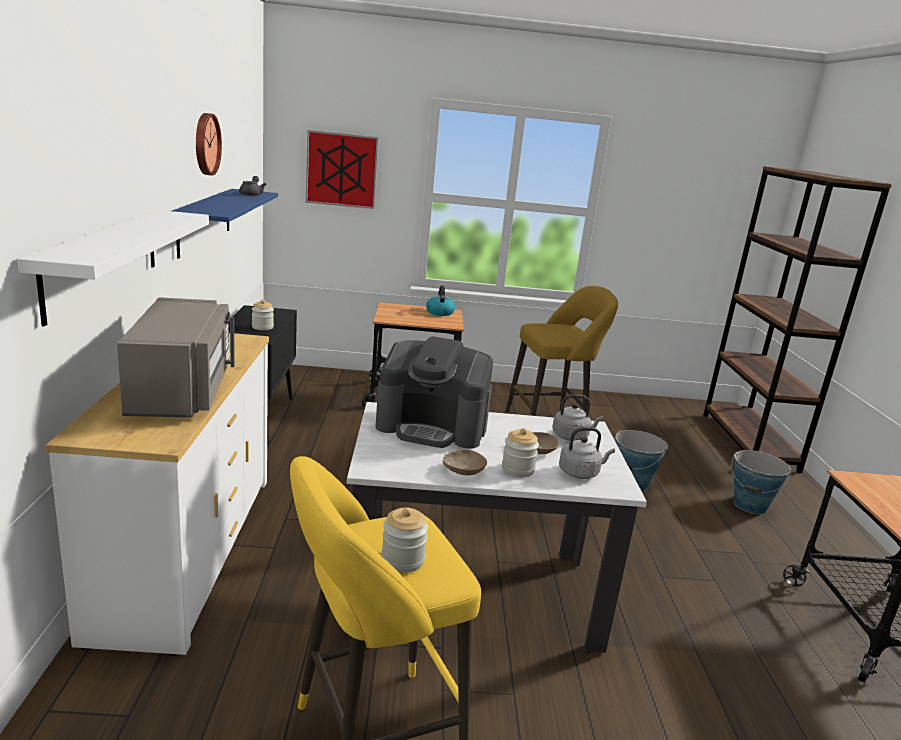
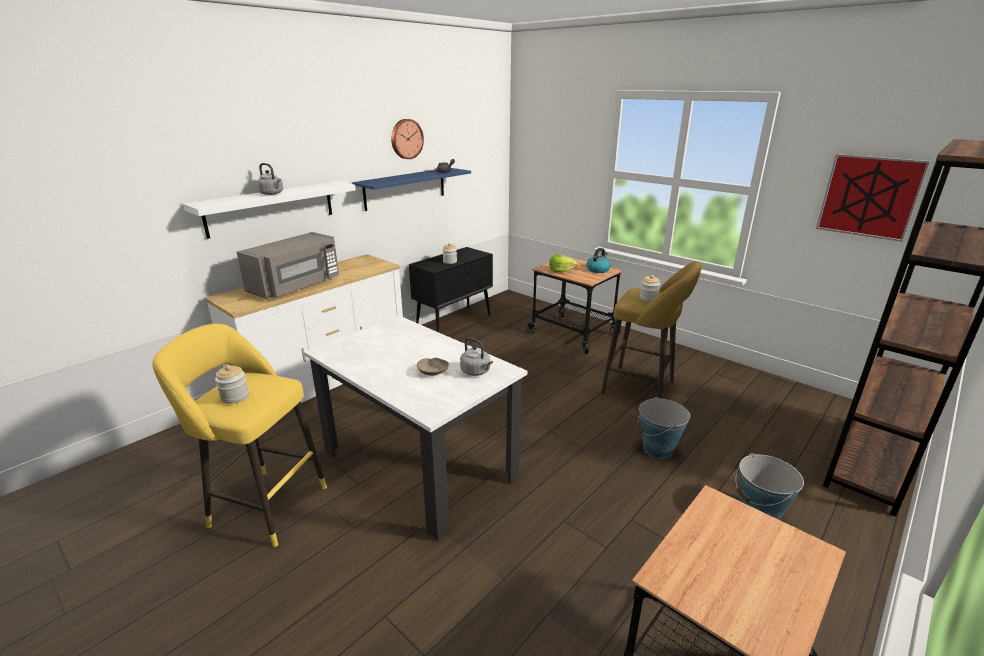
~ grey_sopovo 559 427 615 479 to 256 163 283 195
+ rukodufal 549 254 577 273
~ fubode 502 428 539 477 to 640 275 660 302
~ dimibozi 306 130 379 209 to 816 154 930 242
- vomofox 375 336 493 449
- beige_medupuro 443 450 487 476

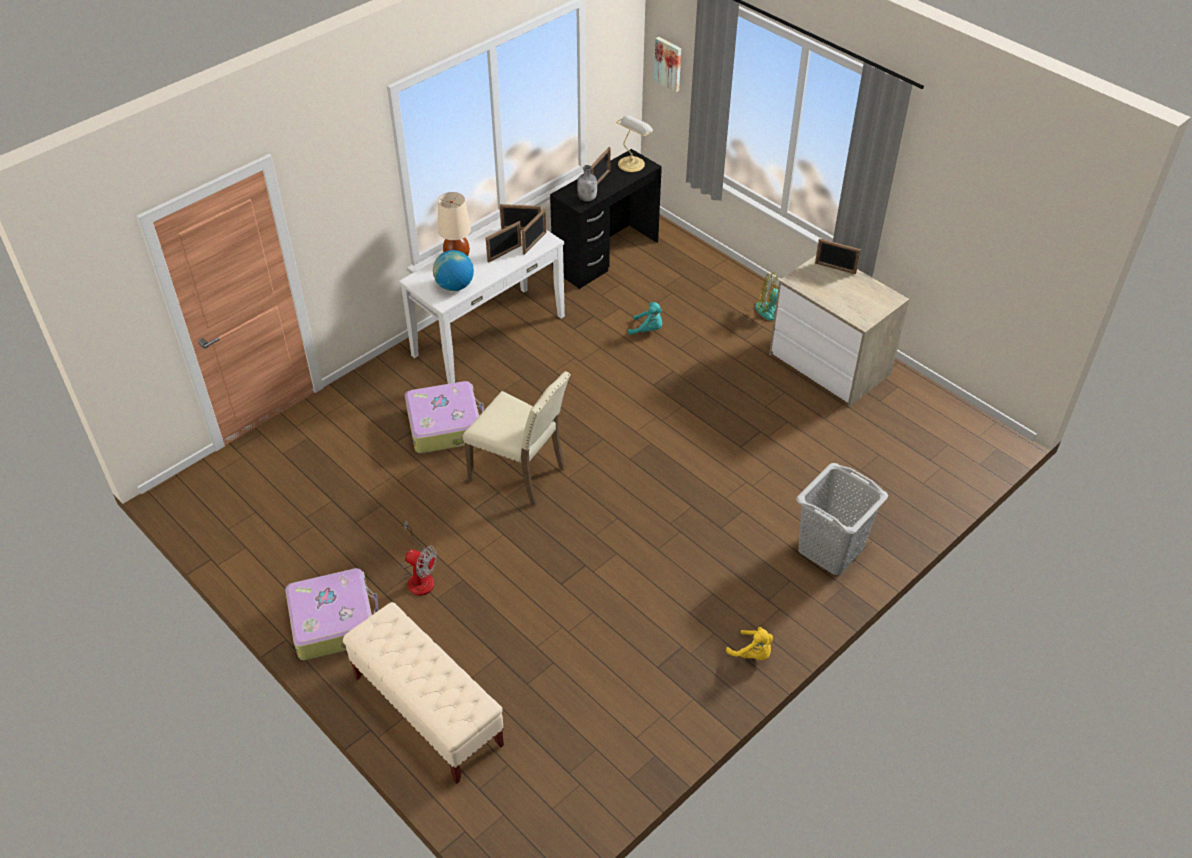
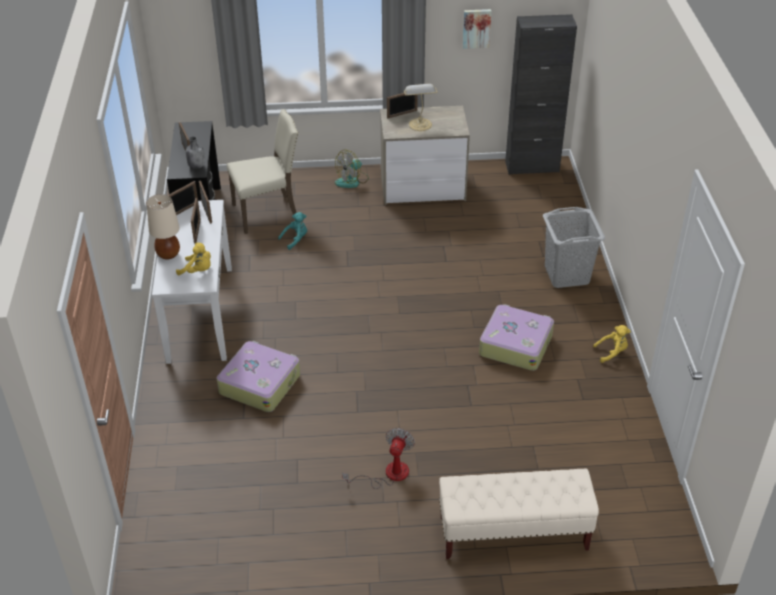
~ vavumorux 433 250 474 291 to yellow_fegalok 176 243 211 276
~ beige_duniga 463 371 571 506 to 227 109 299 234
~ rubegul 402 520 437 596 = 342 428 415 489 45 degrees counterclockwise
~ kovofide 616 115 653 172 to 404 84 437 131
~ dimibozi 654 37 681 92 to 463 9 492 49
~ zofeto 285 568 379 660 to 479 304 554 371
+ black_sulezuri 505 14 577 175

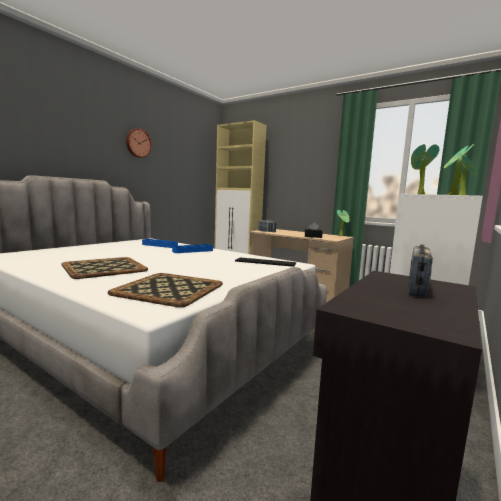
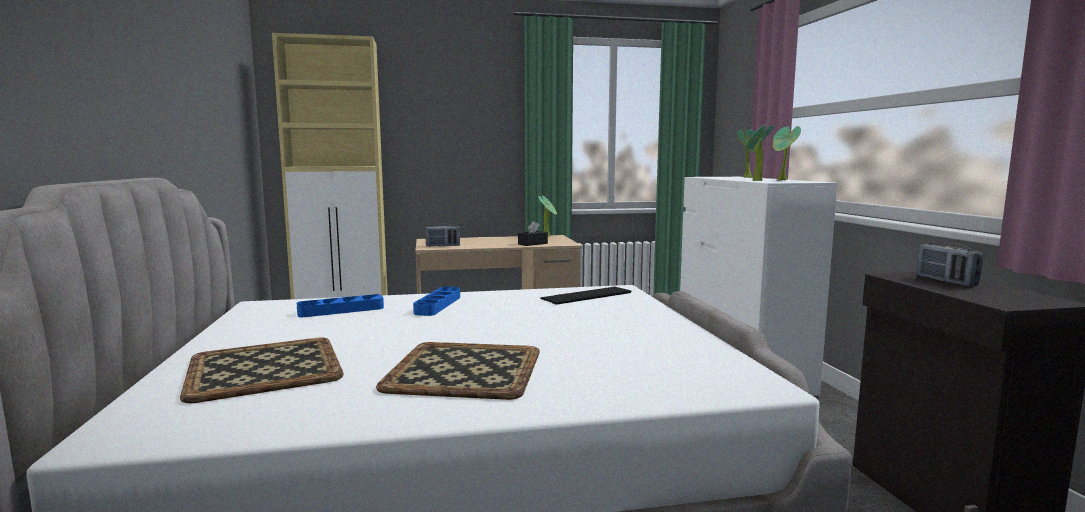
~ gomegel 108 273 223 307 to 180 337 343 403
- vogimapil 126 128 152 158

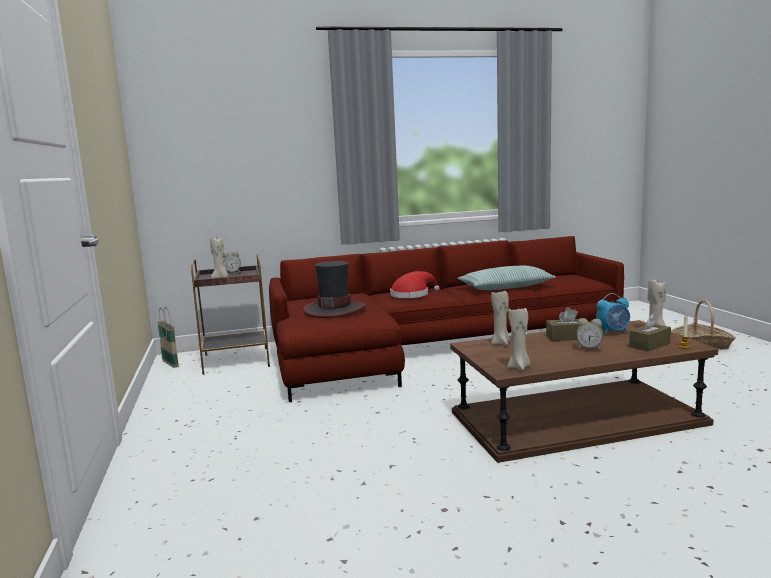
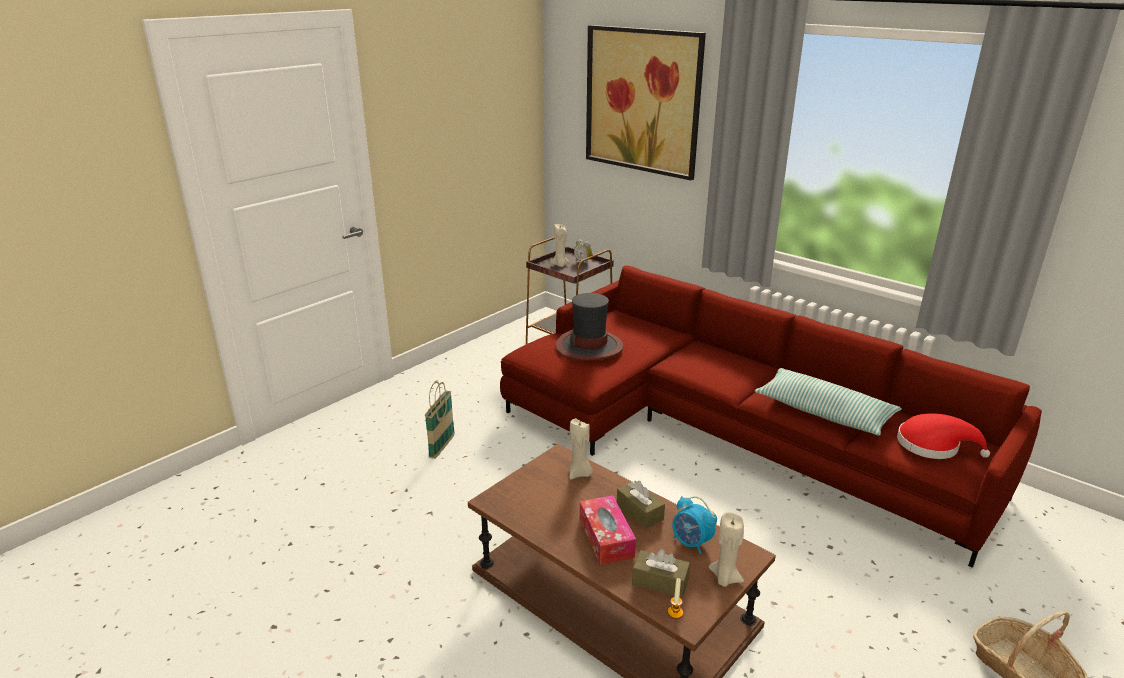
~ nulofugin 157 307 179 368 to 425 381 455 459
~ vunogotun 576 318 603 351 to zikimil 580 495 636 565
+ dimibozi 586 25 706 180
~ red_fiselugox 390 271 439 298 to 897 413 990 459
- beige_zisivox 507 307 530 370

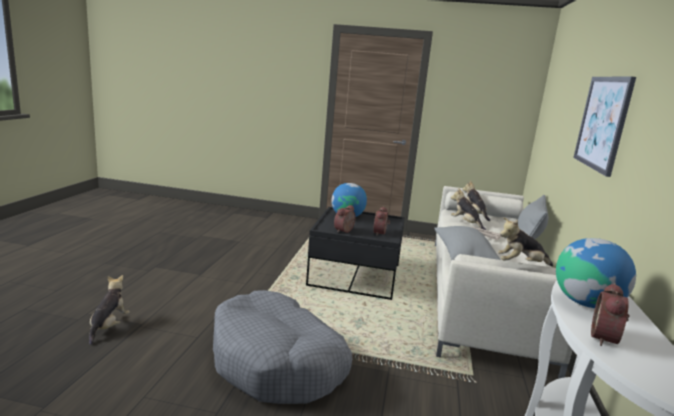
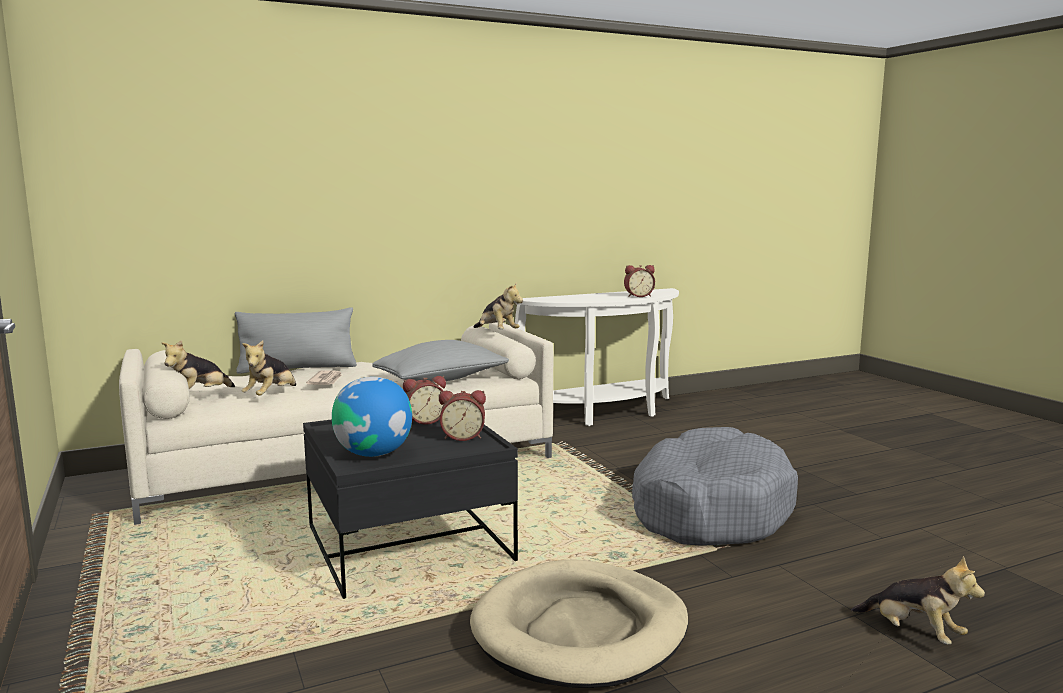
+ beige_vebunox 470 559 688 688
~ fegalok 89 275 130 345 = 851 556 985 644 105 degrees counterclockwise
- vavumorux 556 238 636 308
- dimibozi 573 77 636 177

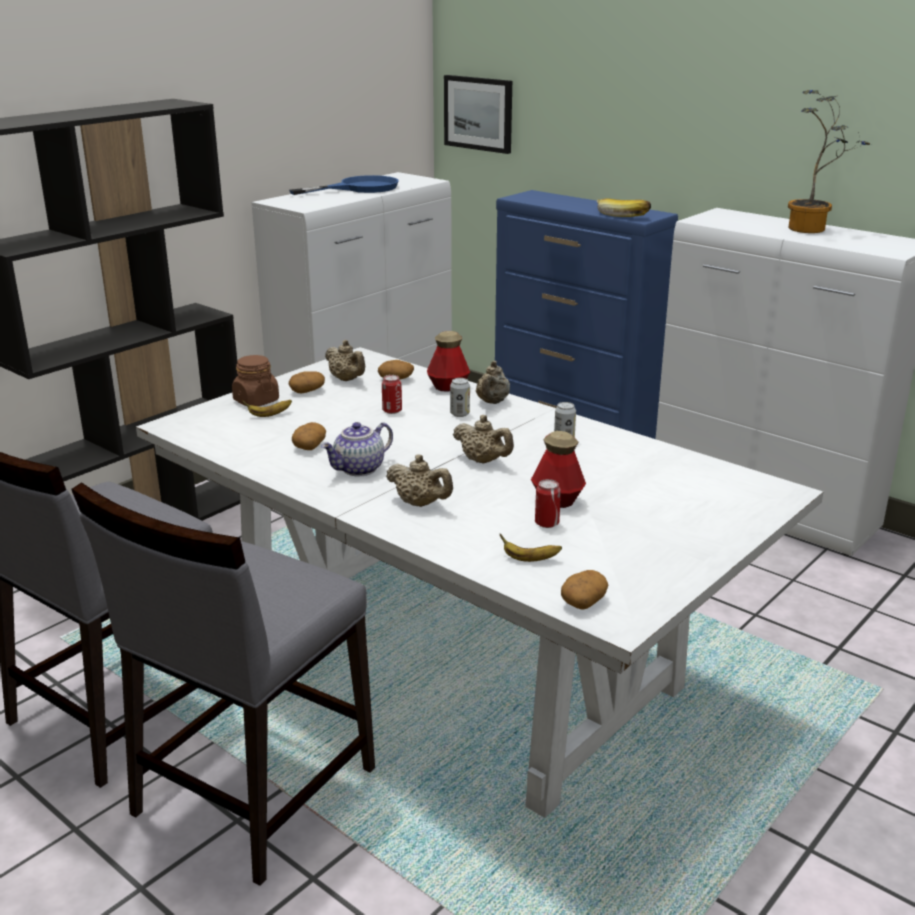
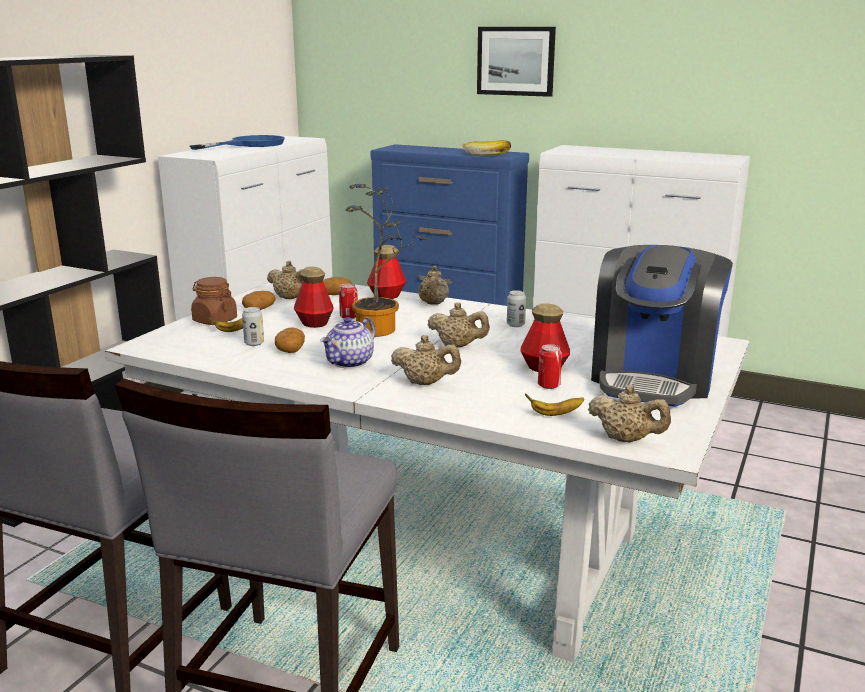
~ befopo 450 378 470 417 to 242 307 264 346
+ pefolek 294 267 333 328
~ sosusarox 788 90 871 233 to 346 184 429 337
~ dimibozi 444 75 512 154 to 477 27 556 97
~ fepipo 561 570 609 610 to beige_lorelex 588 385 671 443
+ vomofox 591 245 733 407

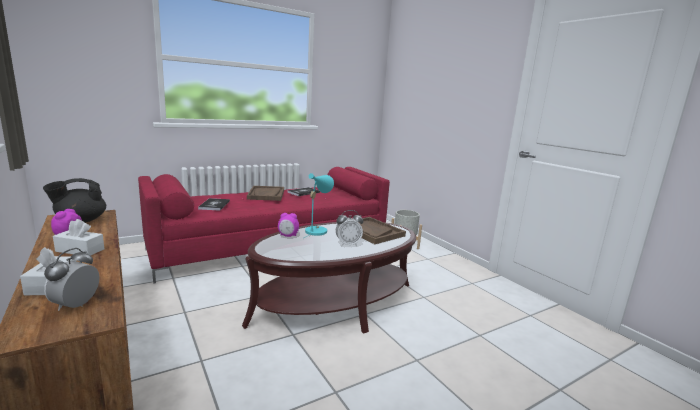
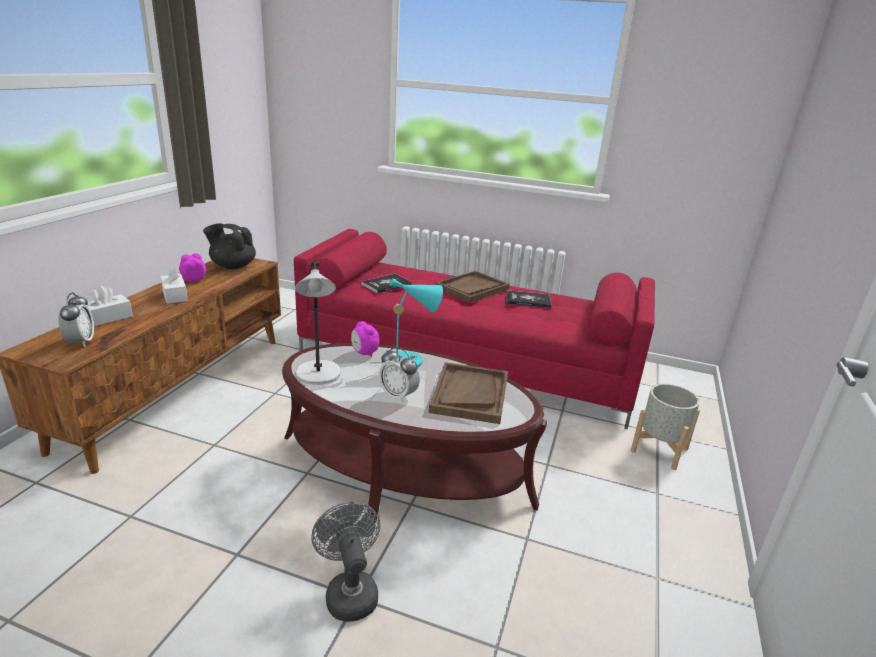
~ vunogotun 44 248 100 311 = 58 293 94 347 105 degrees clockwise
+ grey_kovofide 295 262 341 385
+ grey_rubegul 311 502 380 622

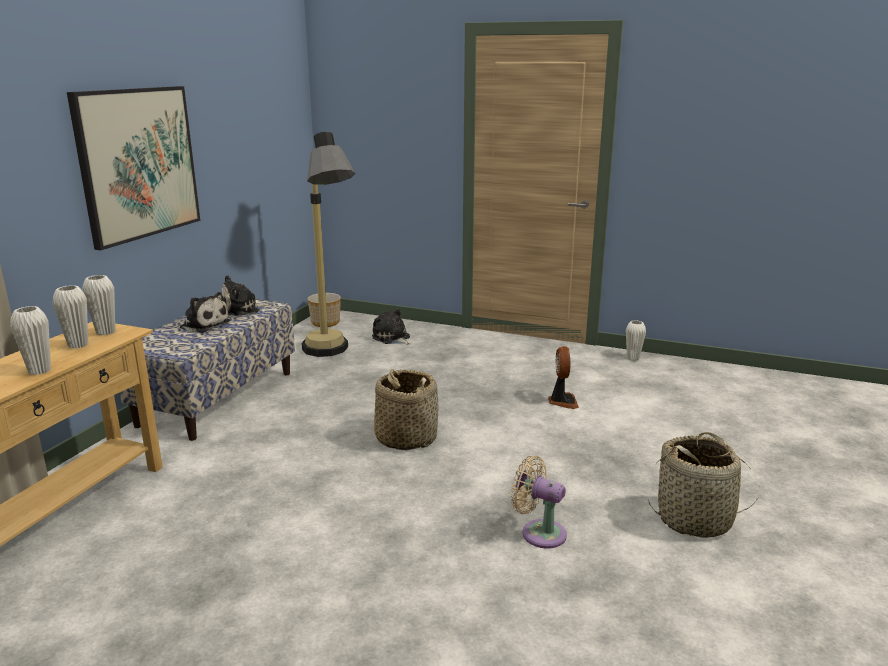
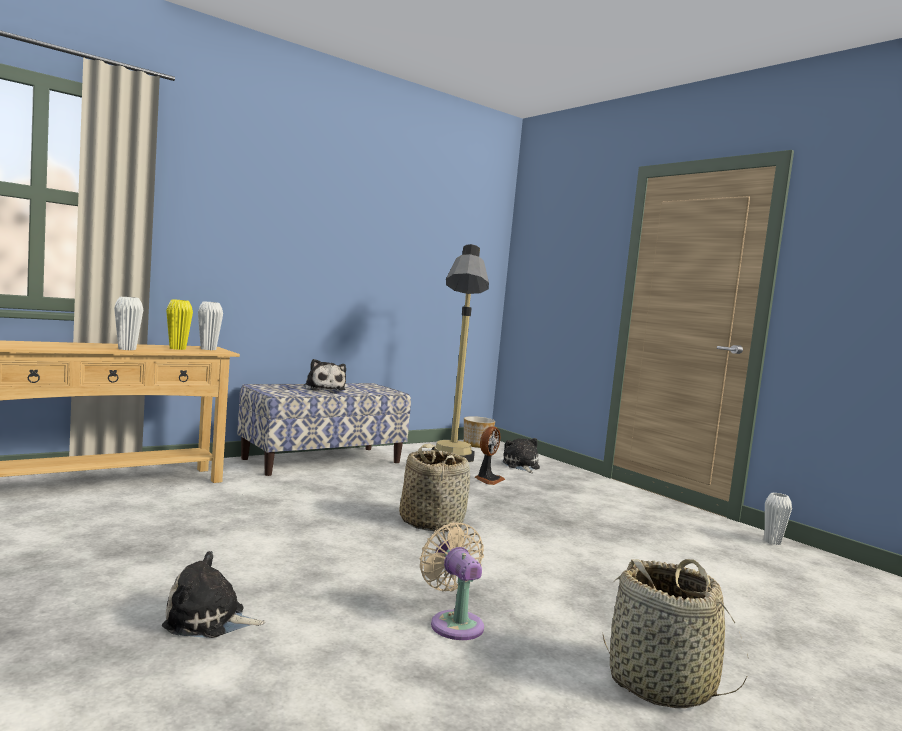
~ fegalok 221 275 271 316 to 162 551 265 638
~ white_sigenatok 53 285 88 348 to yellow_sigenatok 166 299 193 350
~ rubegul 548 346 579 409 to 474 426 505 485
- dimibozi 67 86 200 250

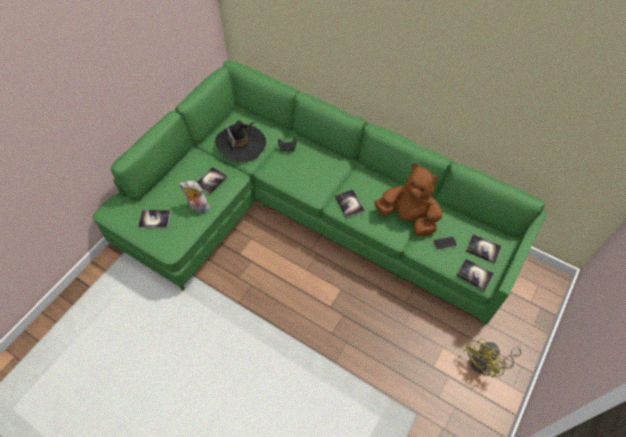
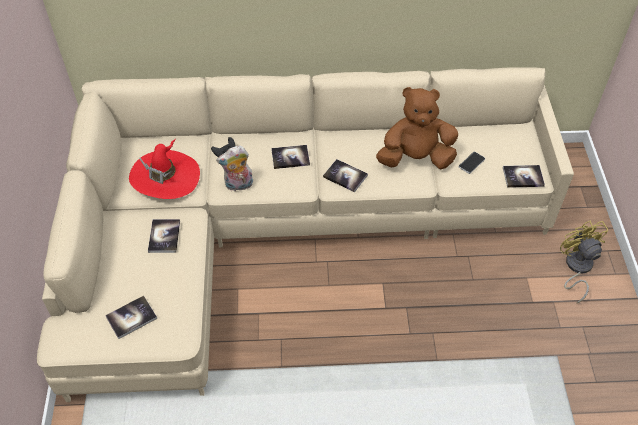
~ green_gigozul 93 60 547 326 to beige_gigozul 37 67 574 402
~ black_fiselugox 215 120 266 162 to red_fiselugox 129 139 200 199
~ fegalok 179 181 210 213 to 216 146 253 192
~ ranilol 466 234 502 263 to 271 145 310 169
~ yellow_rubegul 463 338 521 377 = 560 221 608 304 150 degrees clockwise

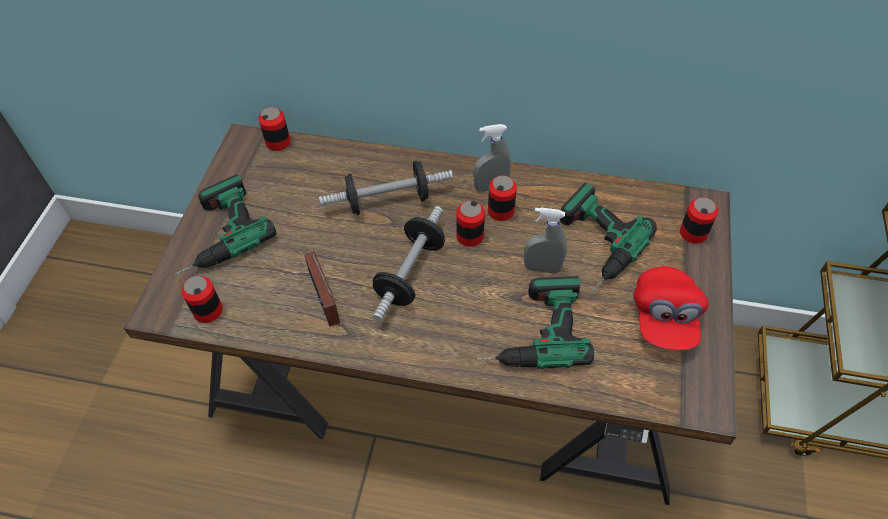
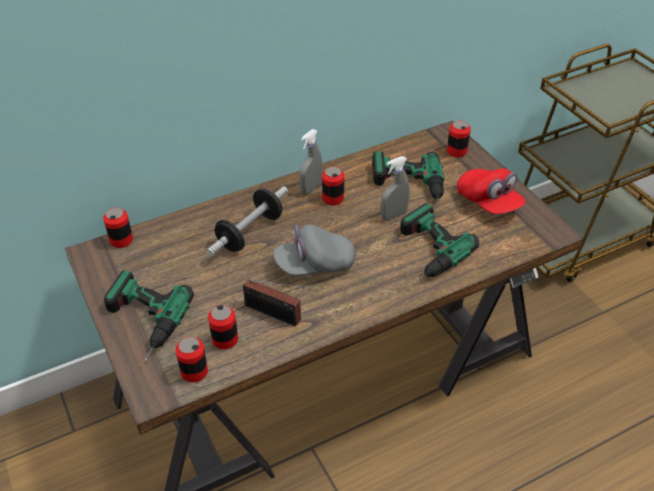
~ befopo 456 201 485 247 to 208 305 238 349
~ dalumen 373 206 445 321 to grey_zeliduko 273 224 355 276

